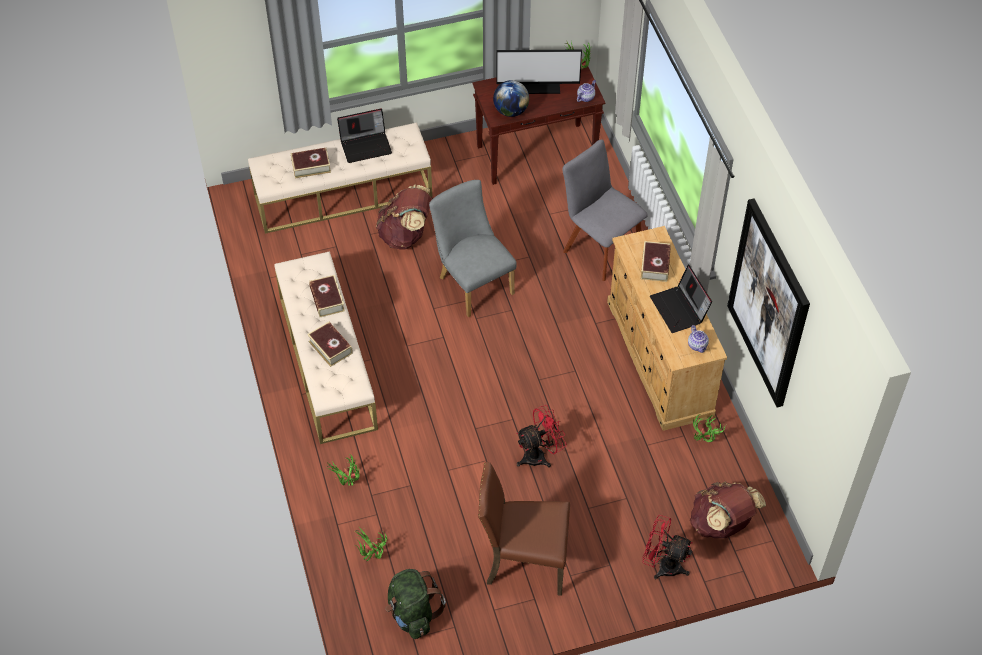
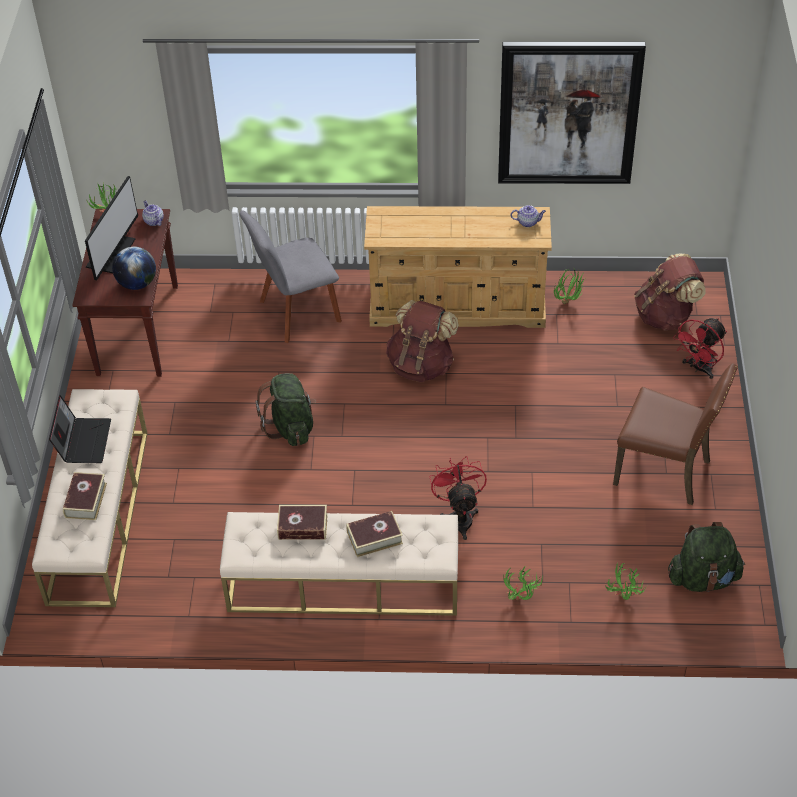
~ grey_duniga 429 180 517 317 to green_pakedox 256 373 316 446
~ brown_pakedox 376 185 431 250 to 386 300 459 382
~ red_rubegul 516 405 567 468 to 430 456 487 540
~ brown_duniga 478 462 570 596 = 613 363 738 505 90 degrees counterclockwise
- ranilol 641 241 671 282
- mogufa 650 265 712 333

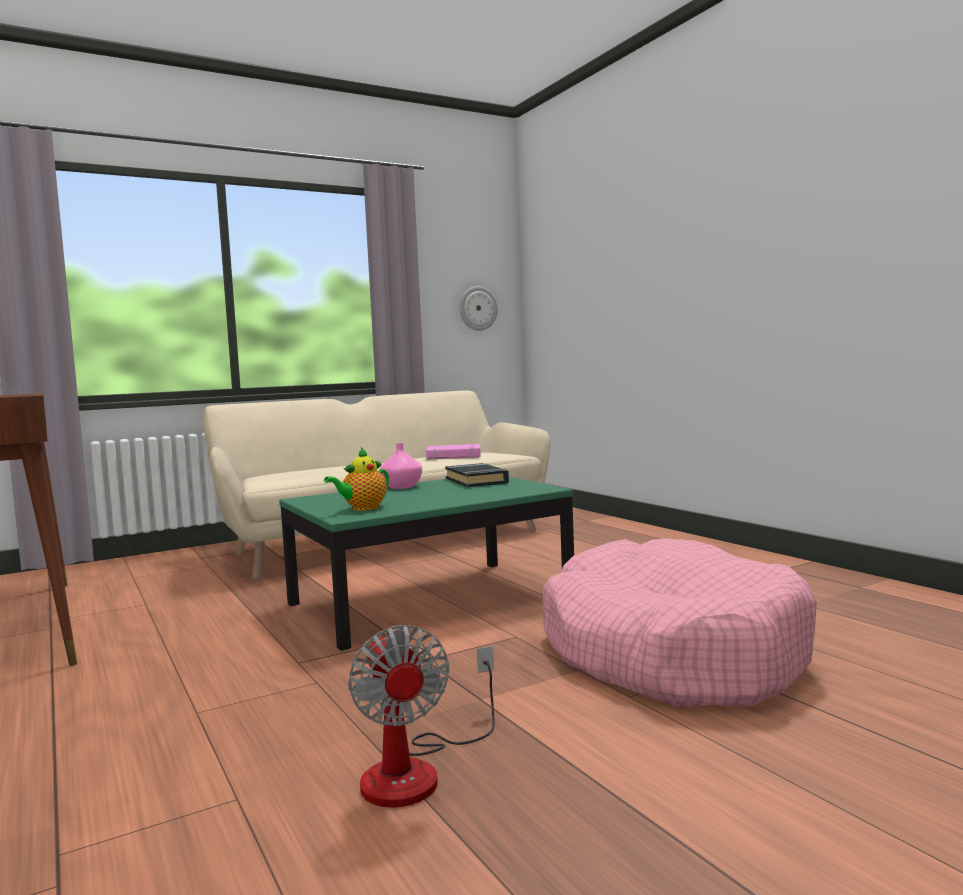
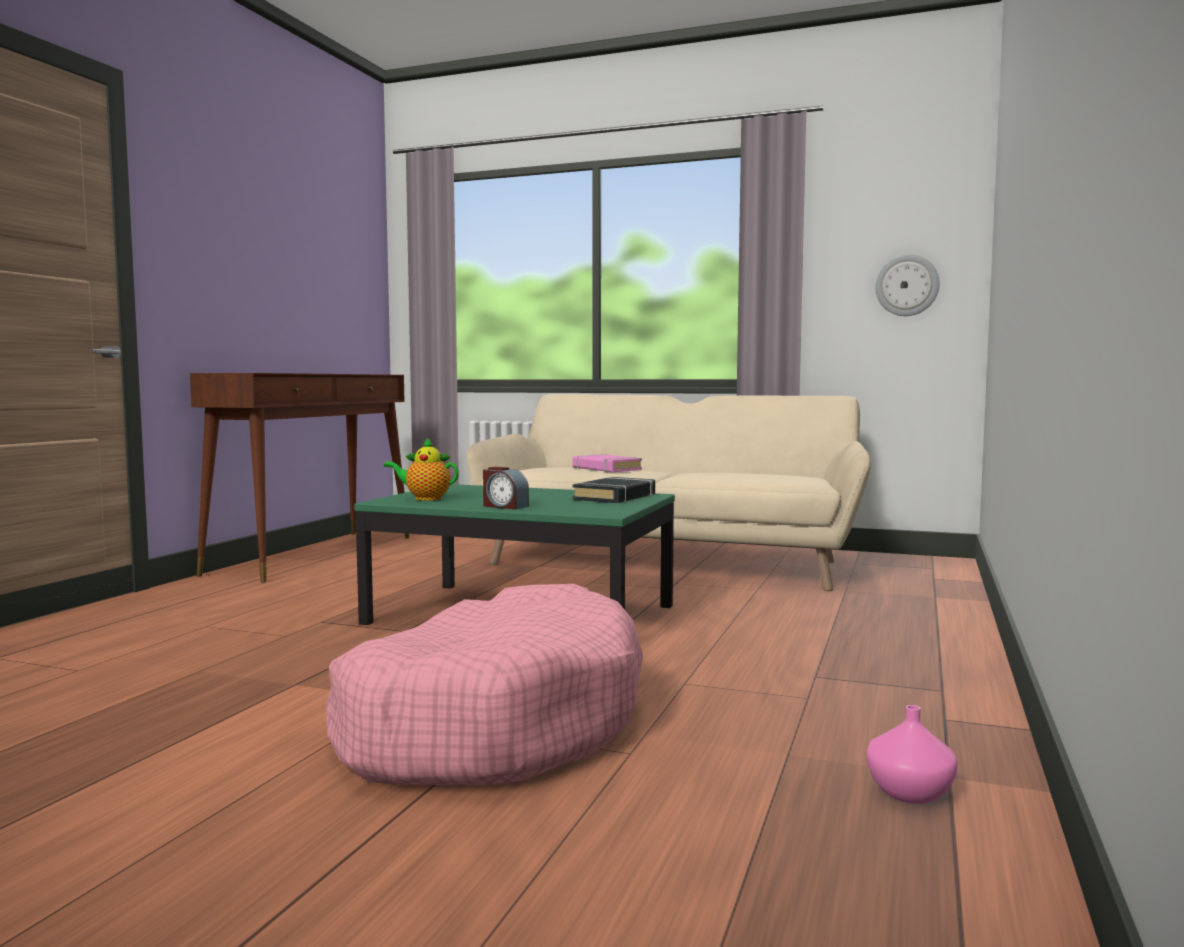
+ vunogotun 483 467 529 510
~ pink_ranilol 426 444 481 460 to 572 454 642 472
~ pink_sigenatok 380 443 422 489 to 866 705 958 804
- rubegul 348 625 495 808

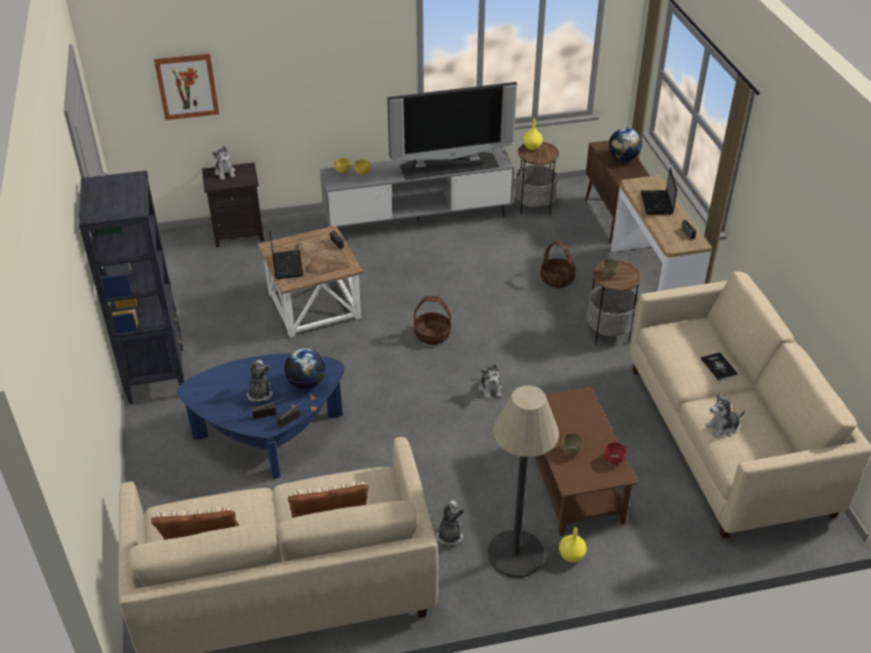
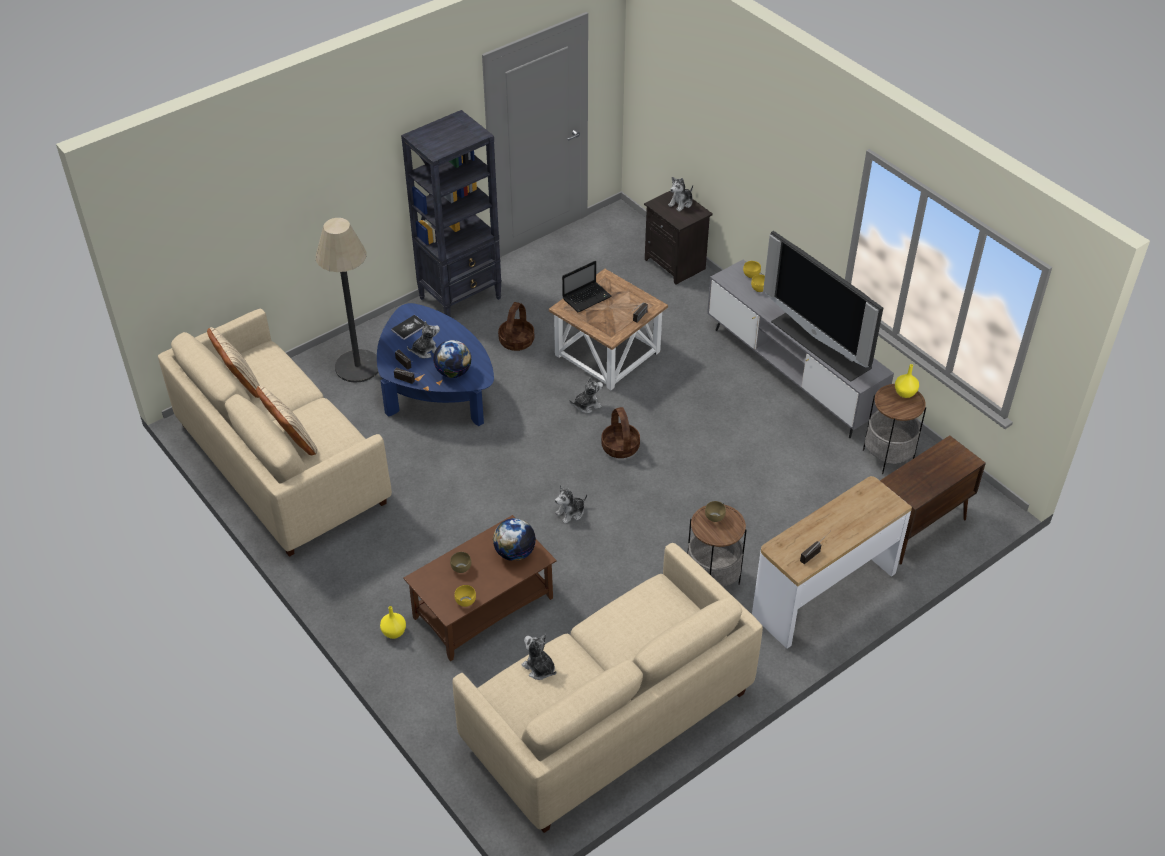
~ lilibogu 488 386 559 577 to 316 218 378 383
~ ranilol 701 352 738 381 to 391 315 425 340
~ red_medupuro 604 442 626 464 to yellow_medupuro 455 585 476 607
~ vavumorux 609 128 642 161 to 493 518 536 561
~ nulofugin 541 240 576 288 to 498 302 534 351
~ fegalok 436 500 465 546 to 569 377 603 413
- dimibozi 154 53 219 120
- mogufa 640 168 677 215

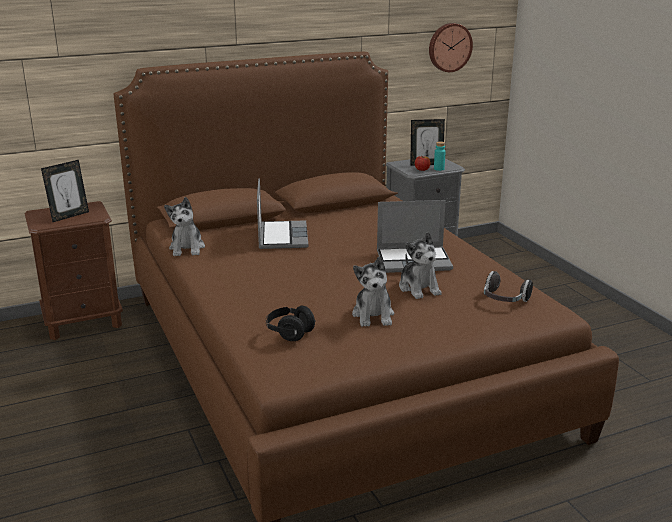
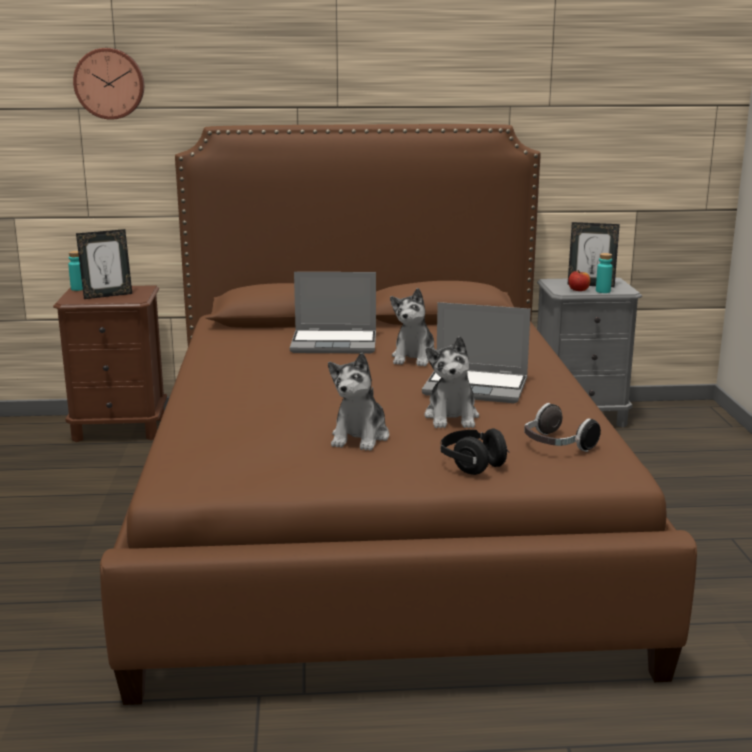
+ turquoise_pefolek 68 251 83 291
~ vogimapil 429 23 473 72 to 73 48 144 120
~ mogufa 257 178 308 249 = 290 272 376 354 75 degrees clockwise
~ fegalok 164 197 205 256 to 390 288 435 366
~ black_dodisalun 266 306 316 341 to 440 428 509 475

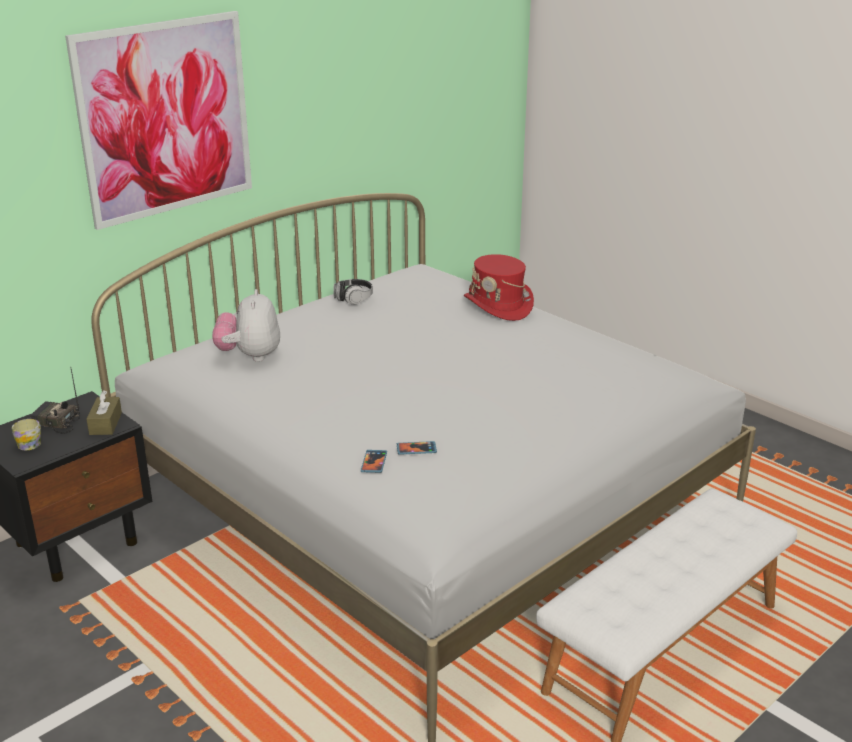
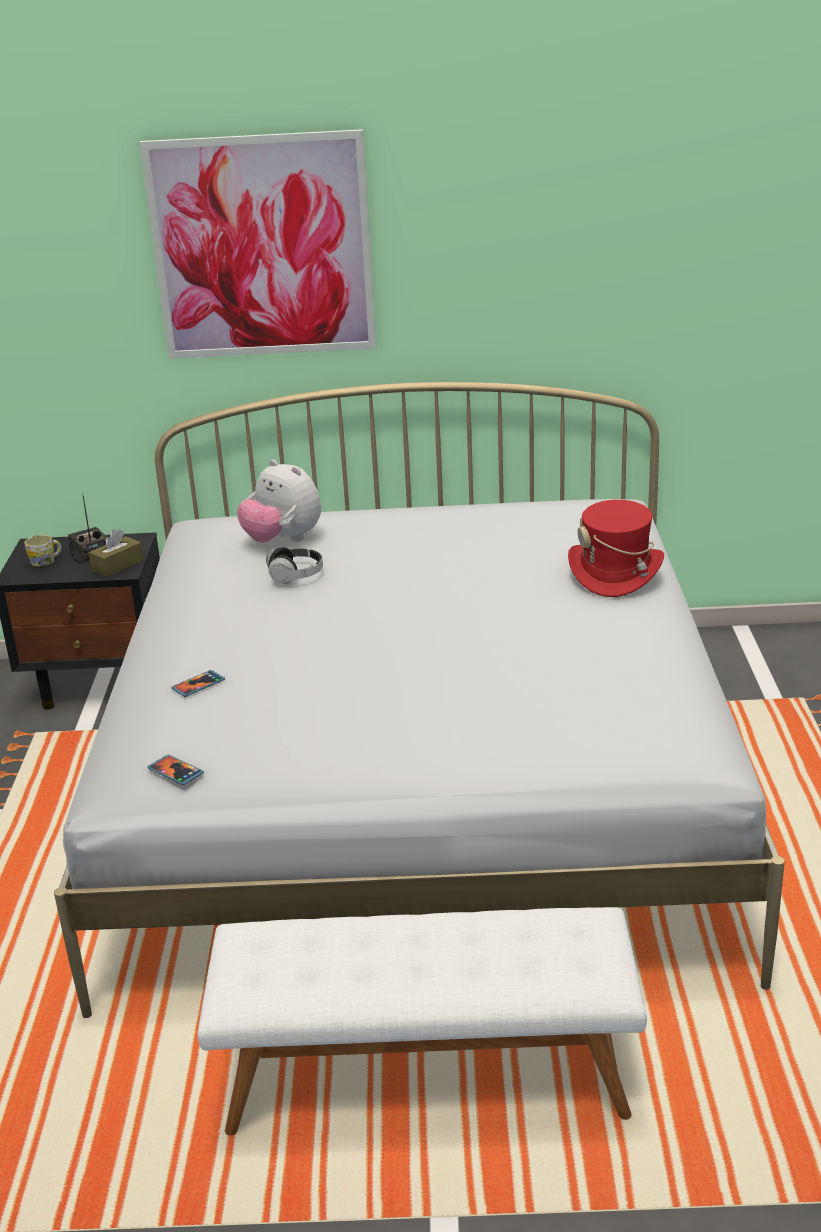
~ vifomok 397 441 437 455 to 147 755 204 785
~ fegalok 212 289 280 362 = 237 459 321 543 90 degrees counterclockwise
~ dodisalun 333 279 373 305 to 266 546 323 584

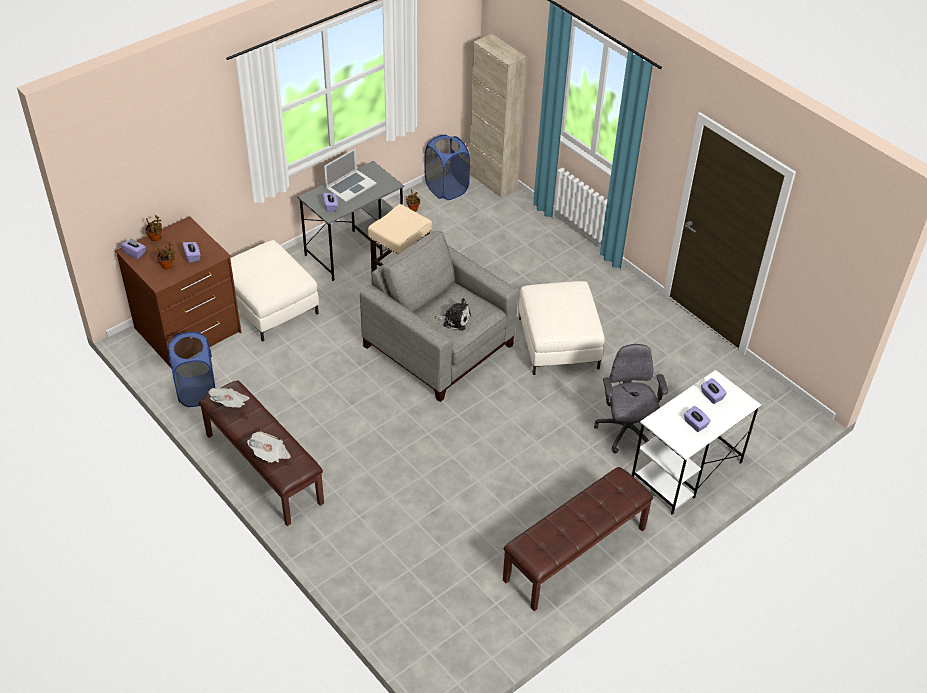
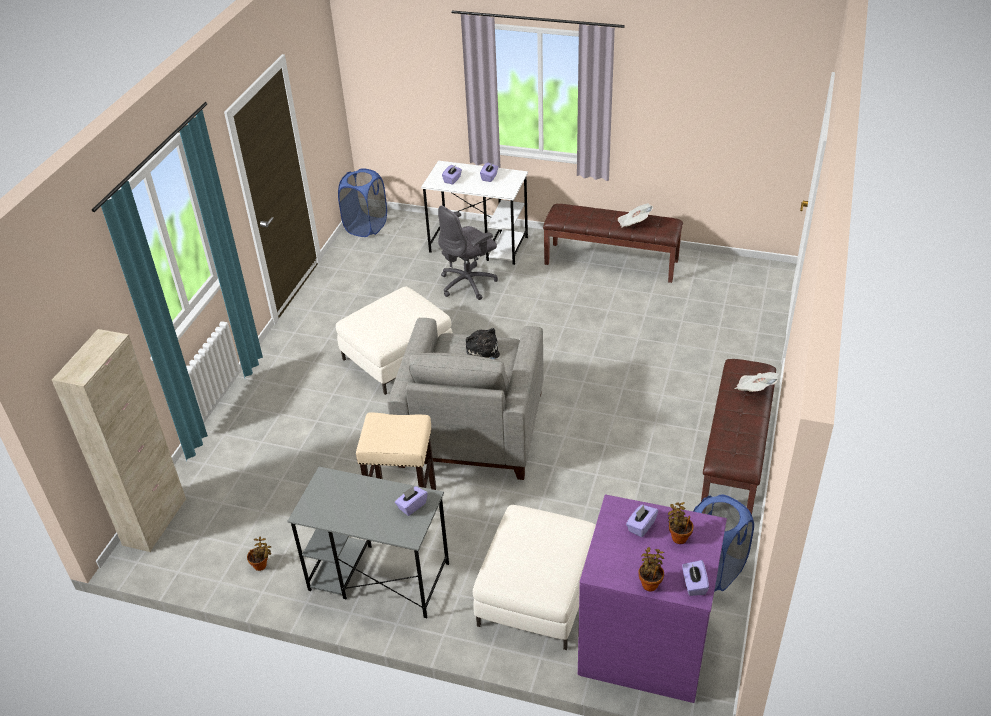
~ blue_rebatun 425 135 470 200 to 338 168 387 237
~ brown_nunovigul 115 216 241 369 to purple_nunovigul 578 494 727 703
~ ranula 208 388 250 408 to 618 203 653 228
- mogufa 324 148 377 202

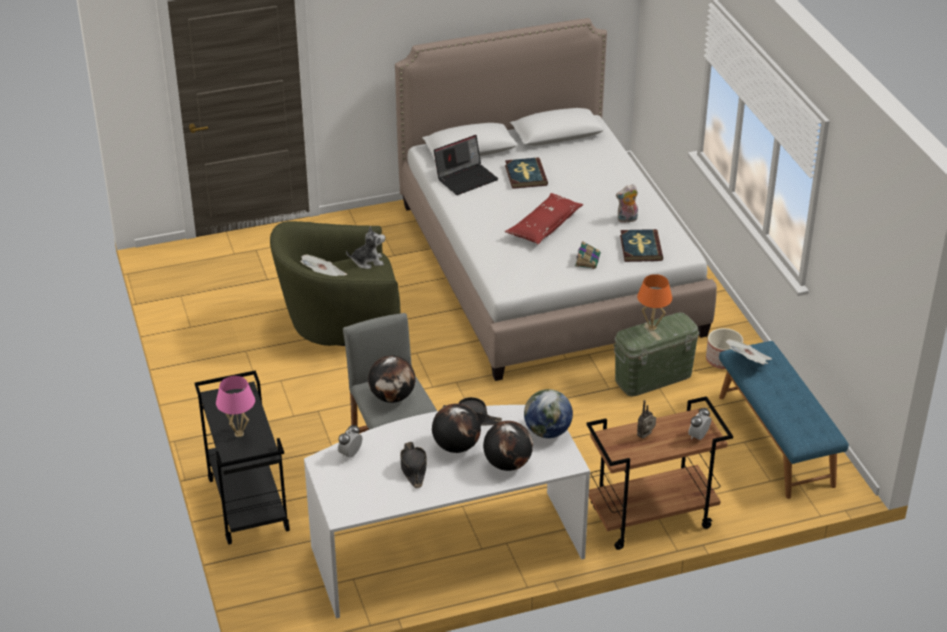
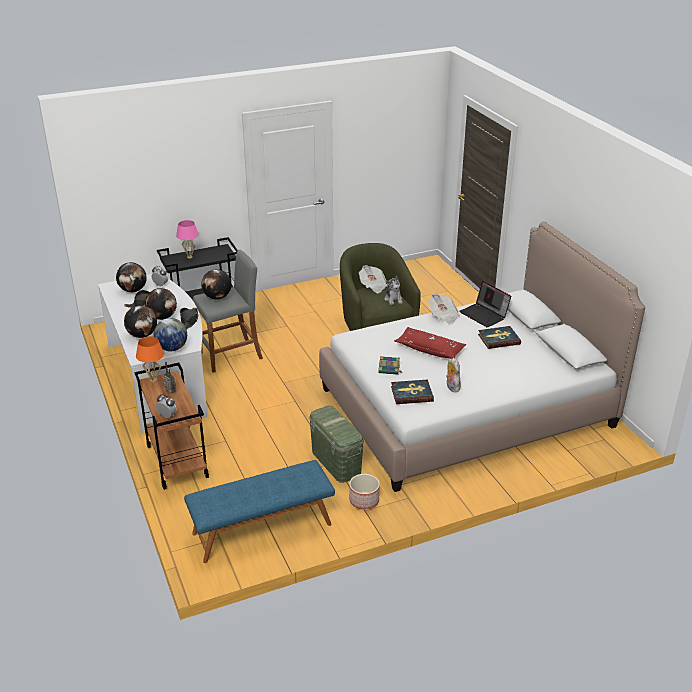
+ vavumorux 116 262 147 292
~ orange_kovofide 637 274 672 331 to 136 336 164 382
~ ranula 726 339 772 365 to 428 294 460 325

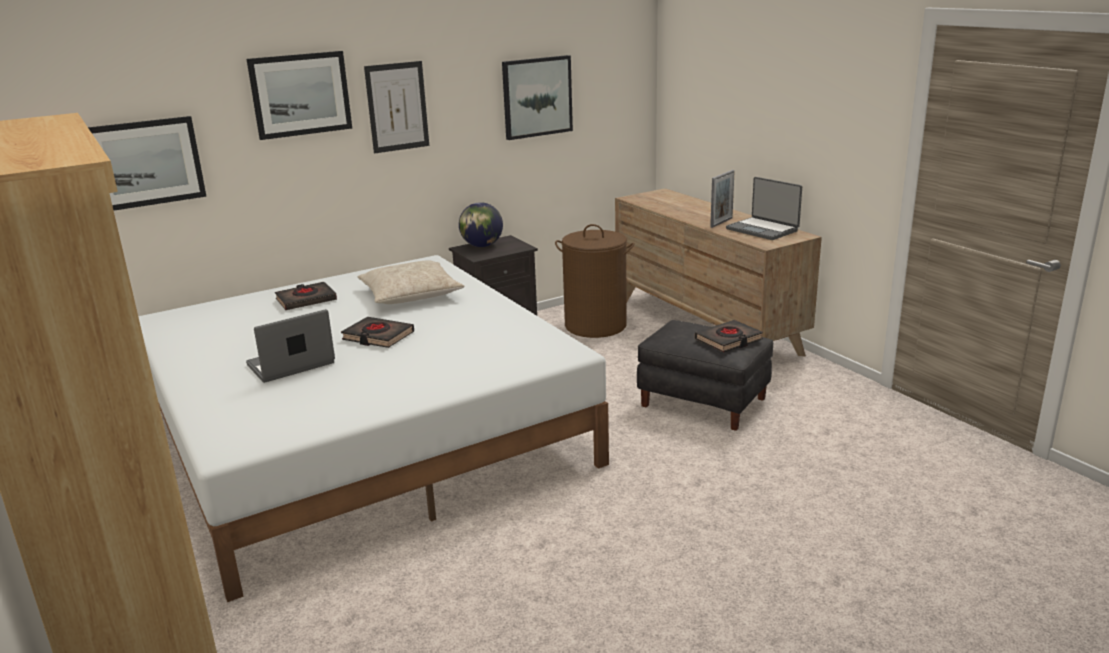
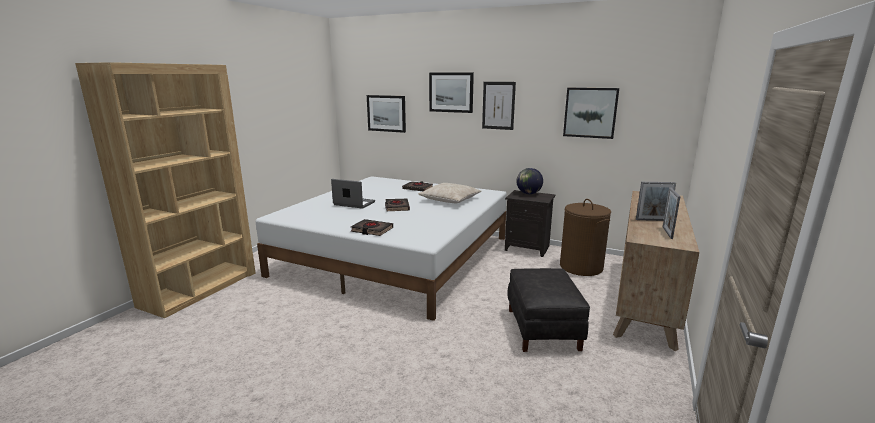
~ black_ranilol 695 320 763 353 to 351 219 393 236
~ mogufa 726 177 802 240 to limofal 663 187 680 239

